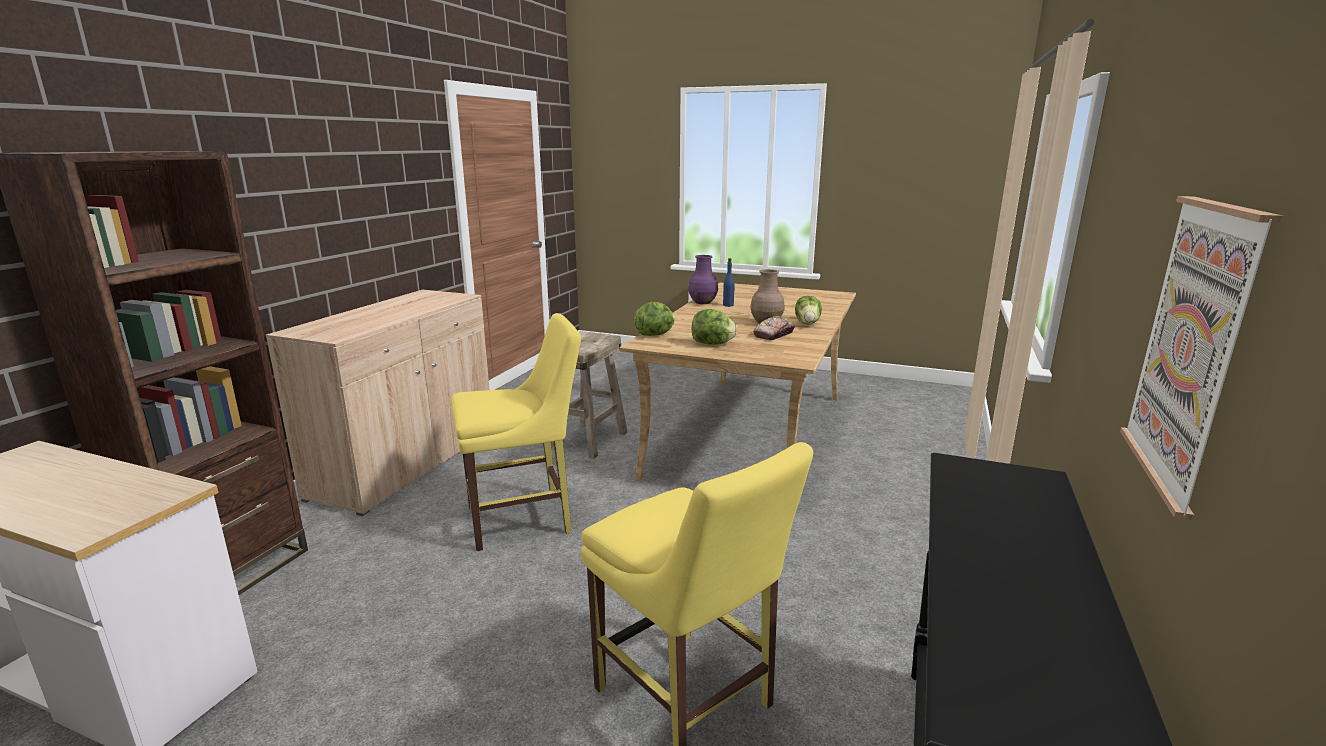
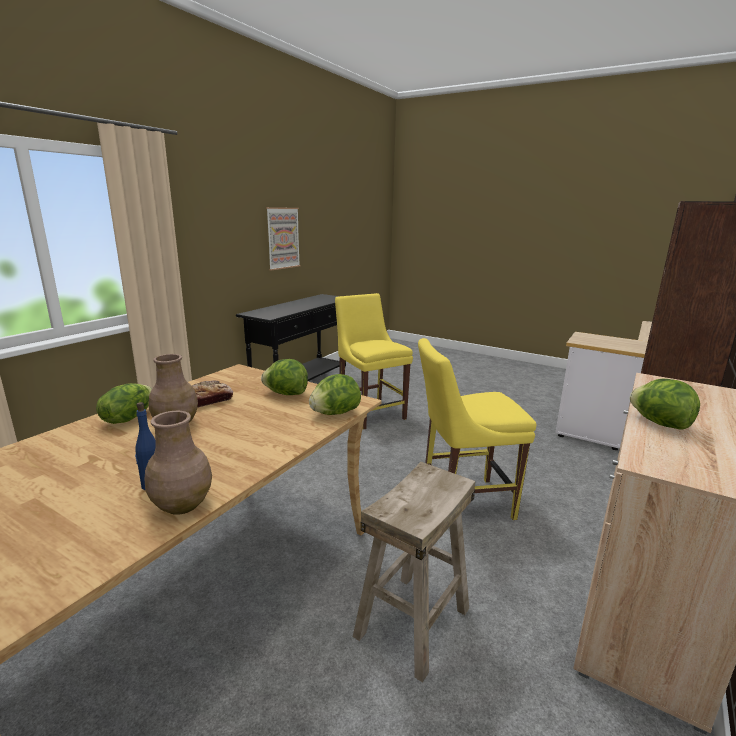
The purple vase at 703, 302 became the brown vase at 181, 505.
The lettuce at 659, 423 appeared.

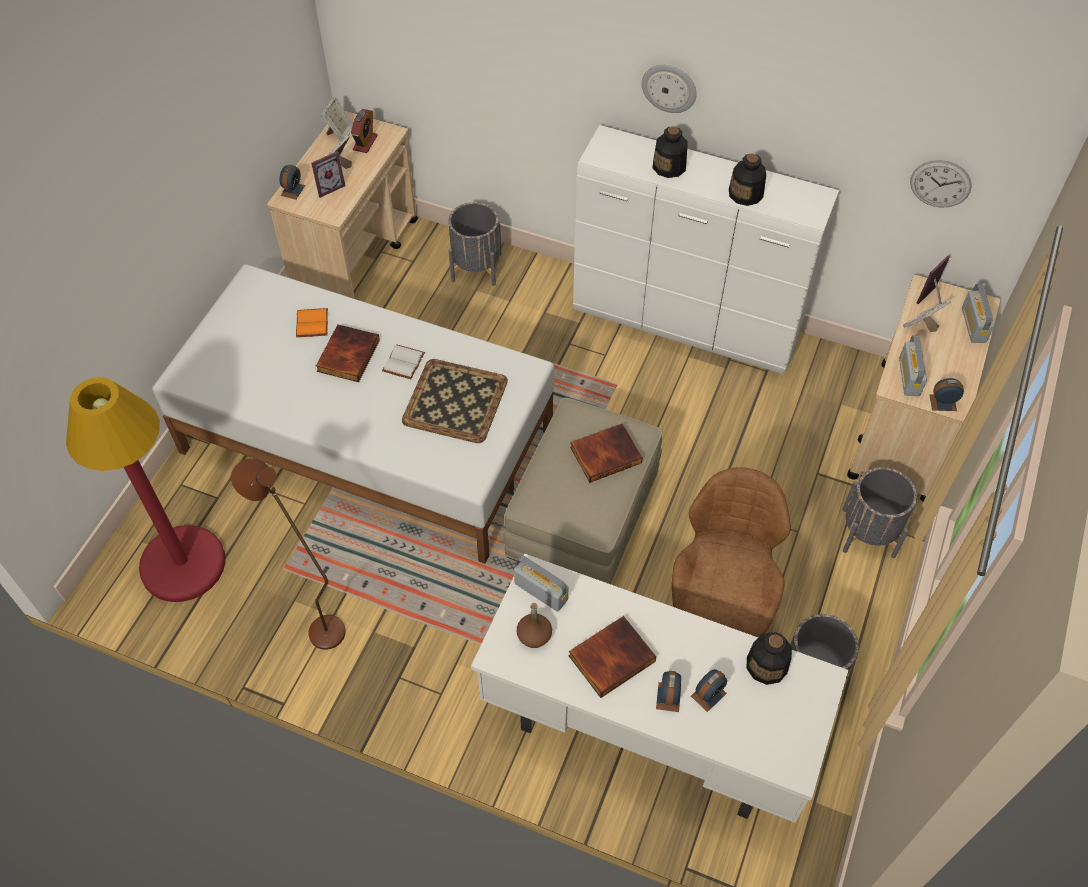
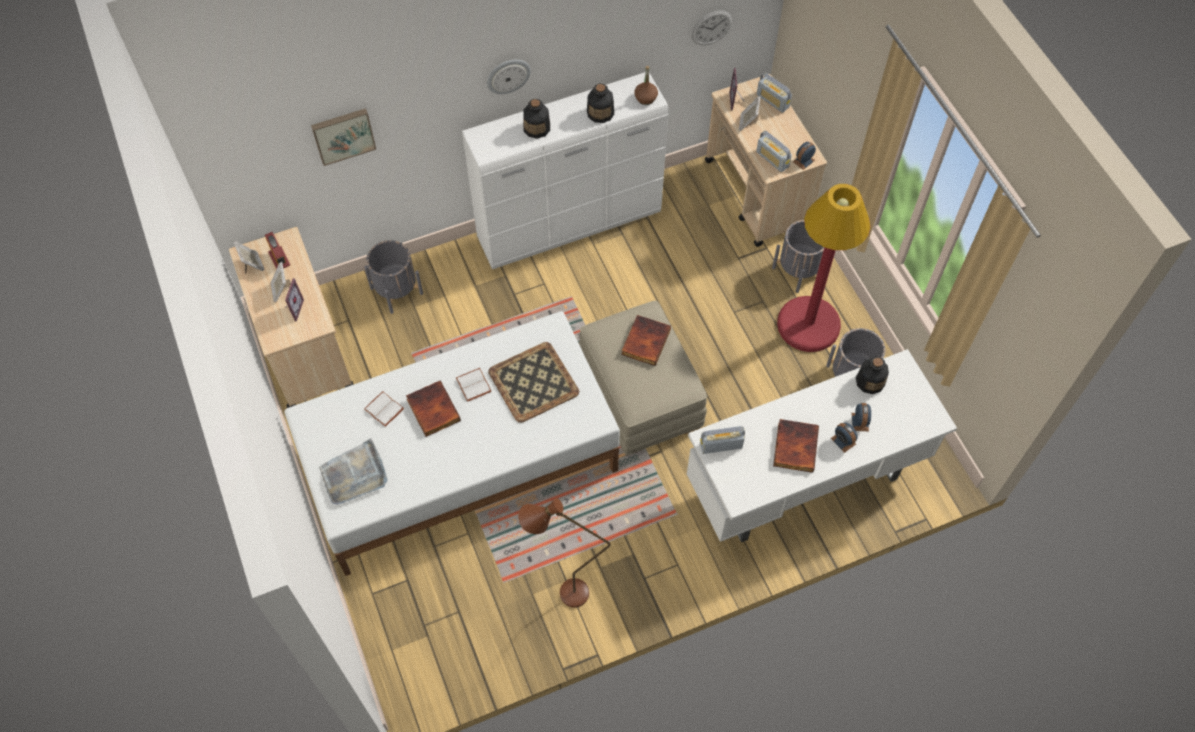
The red floor lamp moved from 183, 564 to 808, 324.
The alarm clock at 293, 190 disappeared.
The orange book at 313, 324 became the white book at 385, 409.
The brown bottle moved from 534, 636 to 646, 98.
The brown chair at 716, 618 disappeared.
The picture at 343, 135 appeared.
The grey tray at 354, 475 appeared.

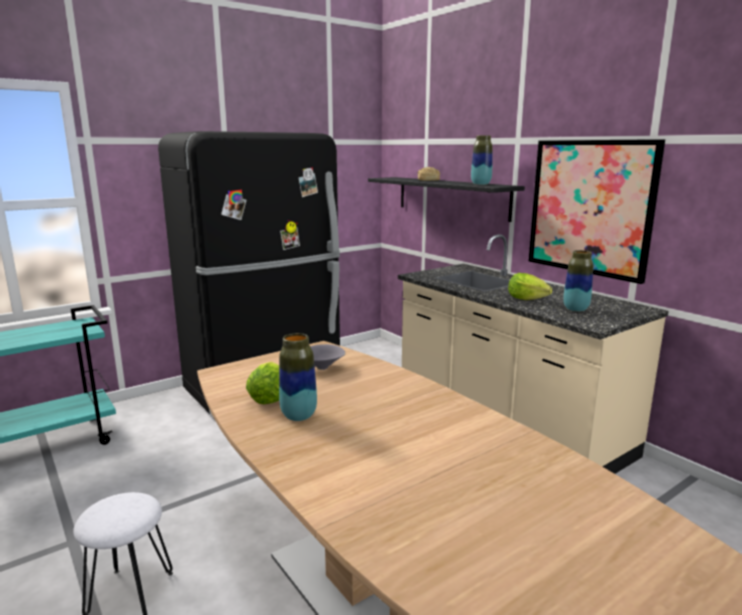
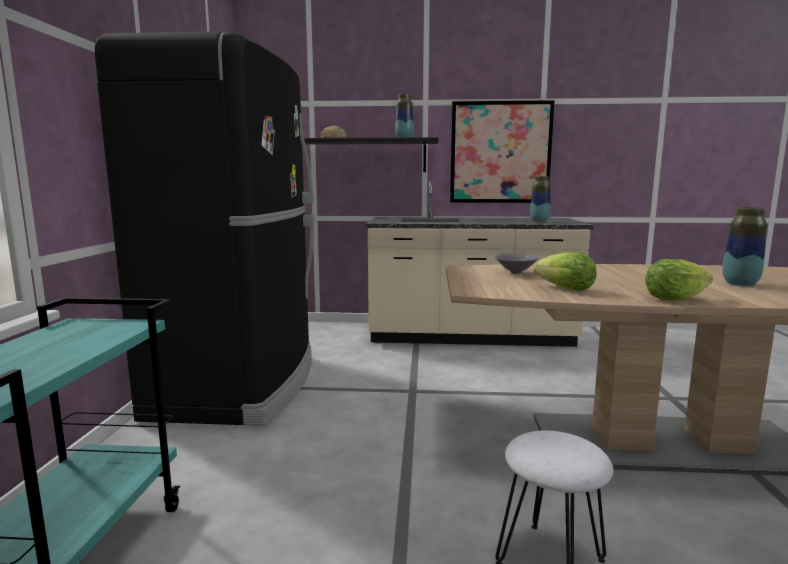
The vase moved from 298, 416 to 740, 284.
The lettuce moved from 526, 299 to 674, 299.

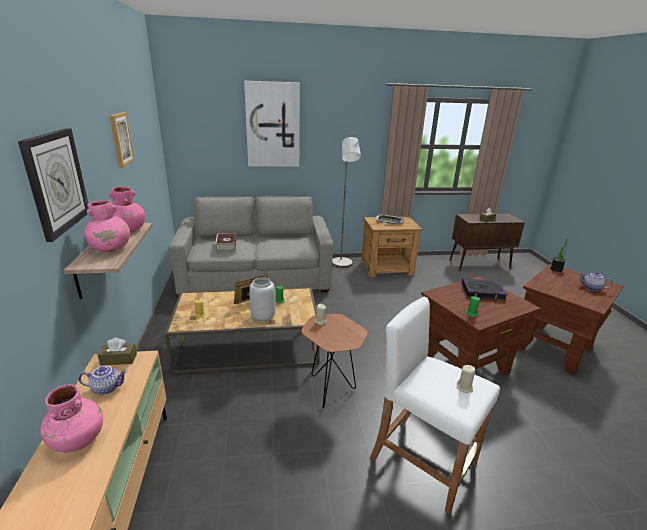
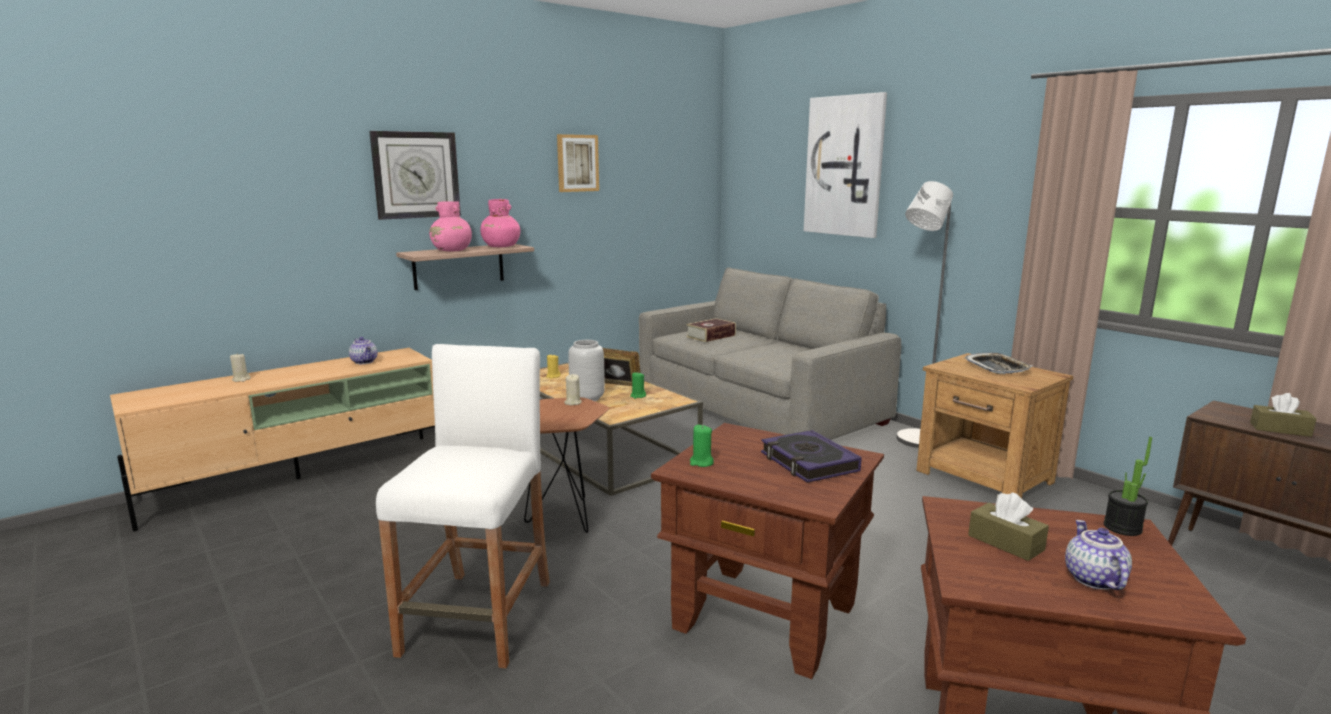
The pink vase at 78, 439 disappeared.
The brown tissue box moved from 119, 359 to 1005, 542.
The beige candle moved from 464, 387 to 241, 379.

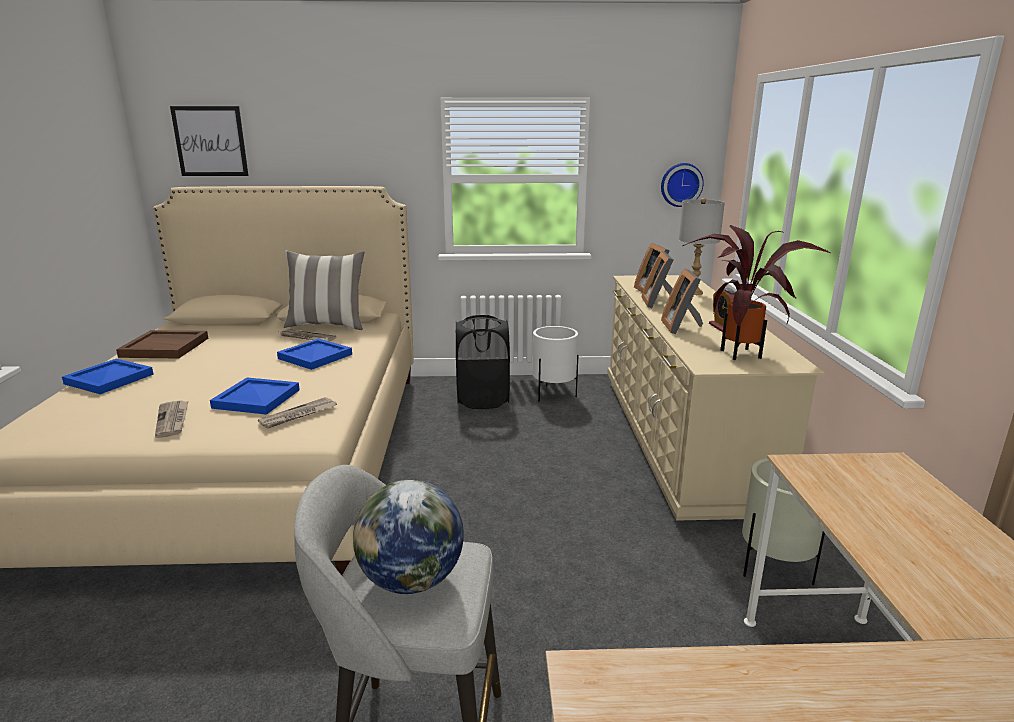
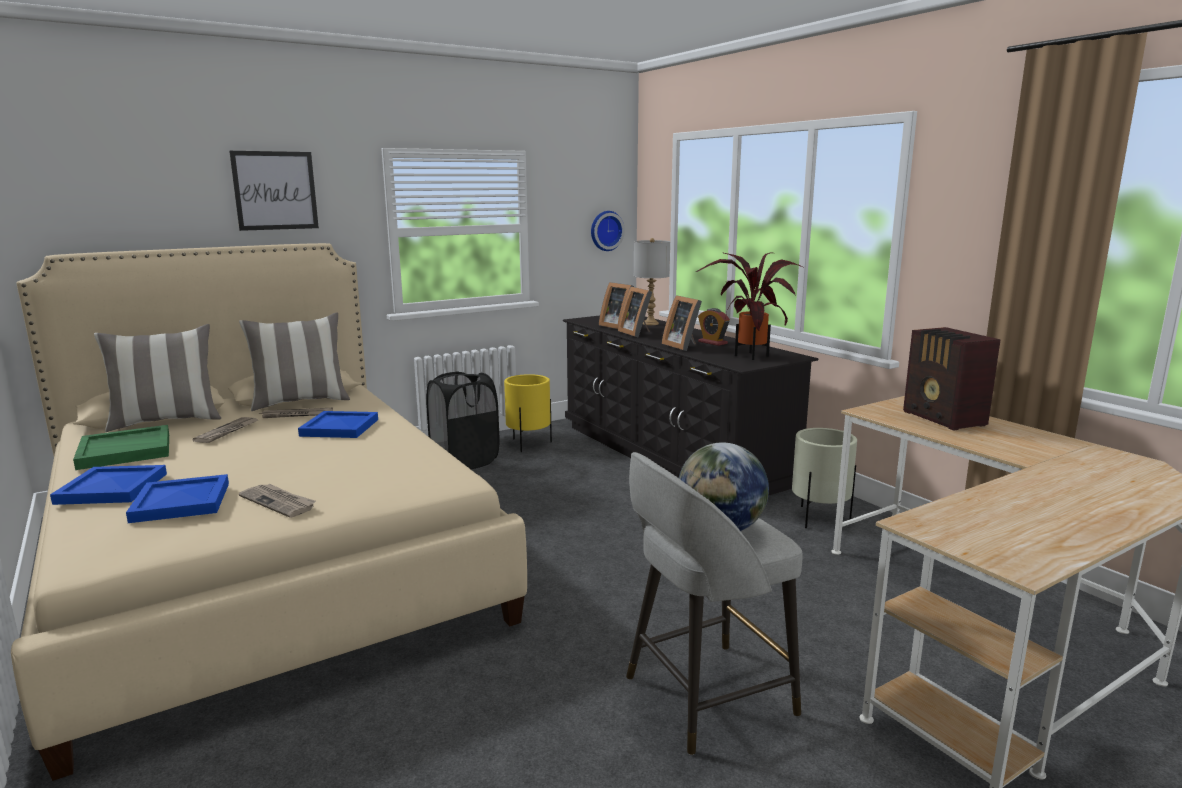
The brown tray at 166, 347 became the green tray at 126, 450.
The picture moved from 210, 141 to 275, 190.
The blue tray moved from 257, 399 to 182, 502.
The newspaper moved from 298, 415 to 227, 432.
The white planter at 554, 394 became the yellow planter at 529, 444.
The beige dresser at 679, 438 became the black dresser at 670, 454.
The pillow at 166, 421 appeared.
The radio at 944, 419 appeared.

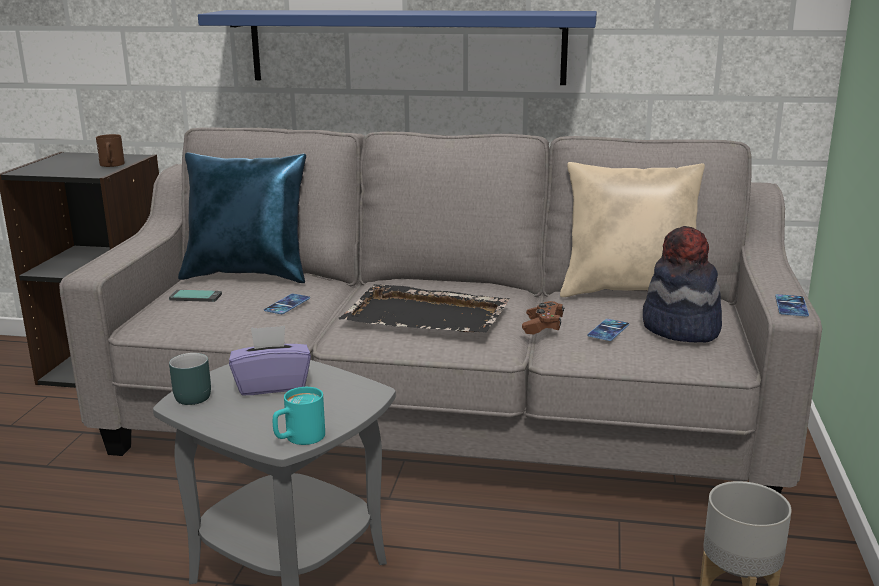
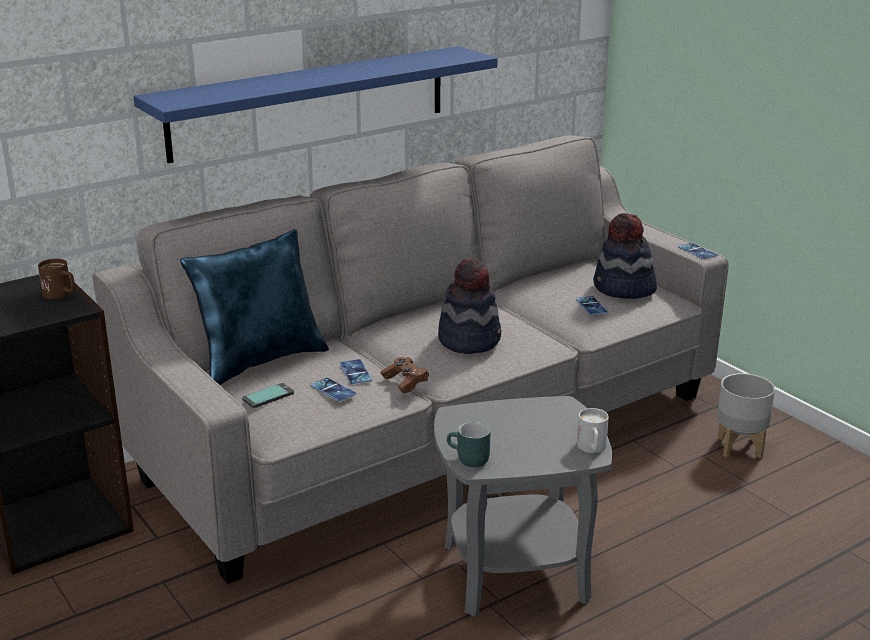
The purple tissue box at 272, 385 disappeared.
The turquoise mug at 298, 438 became the white mug at 592, 449.
The black tray at 427, 316 was replaced by the hat at 469, 340.
The brown game controller moved from 543, 326 to 405, 382.
The beige pillow at 629, 292 disappeared.
The phone at 333, 390 appeared.

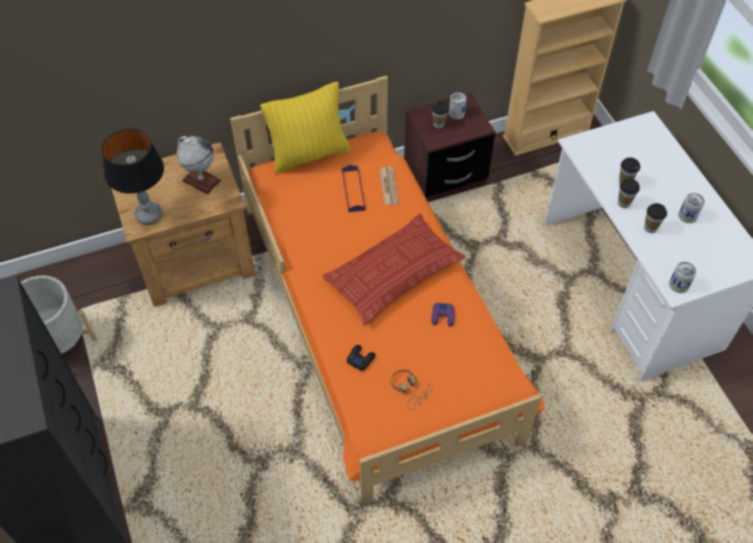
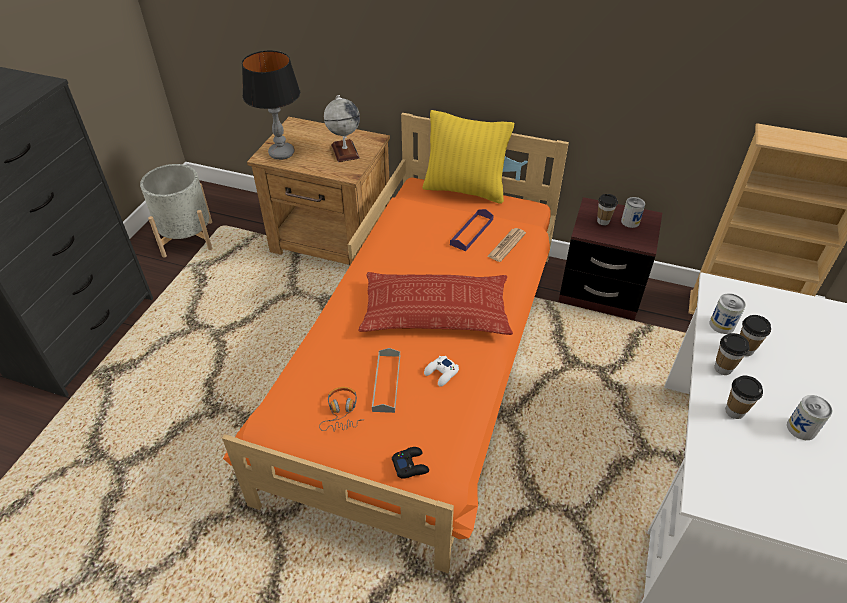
The black game controller moved from 360, 359 to 410, 465.
The purple game controller at 443, 316 became the white game controller at 441, 373.
The can moved from 679, 285 to 722, 324.
The grey tray at 386, 383 appeared.

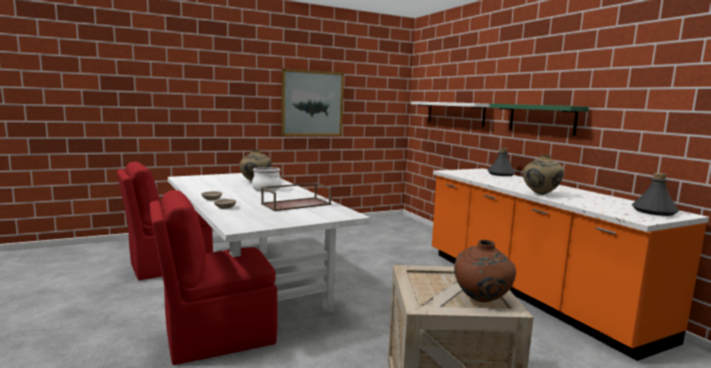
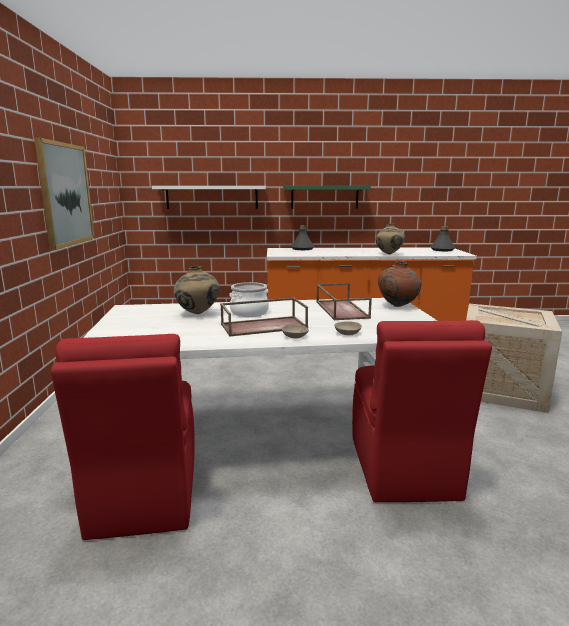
The brown vase moved from 481, 301 to 398, 306.
The brown tray at 264, 326 appeared.

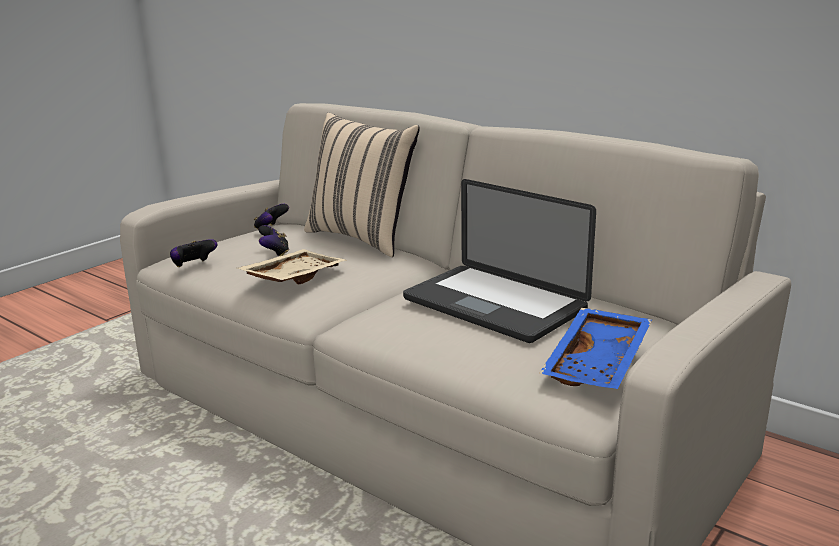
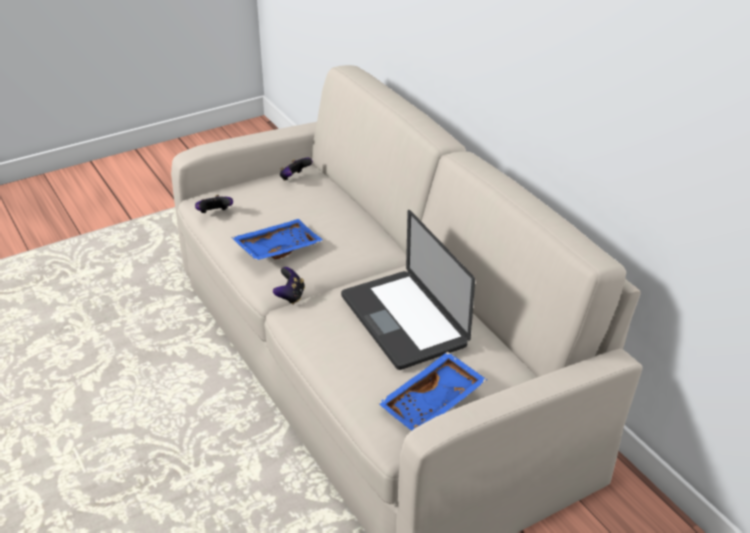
The beige tray at 293, 277 became the blue tray at 277, 248.
The game controller moved from 275, 253 to 290, 296.
The beige pillow at 363, 238 disappeared.

